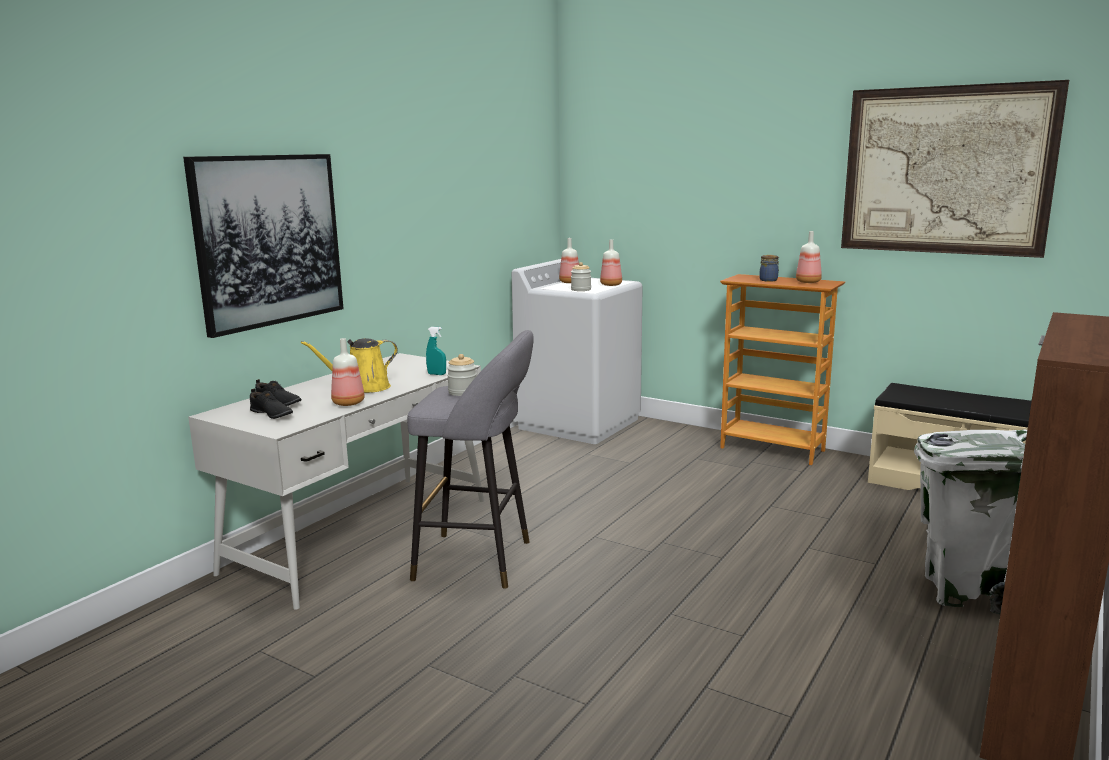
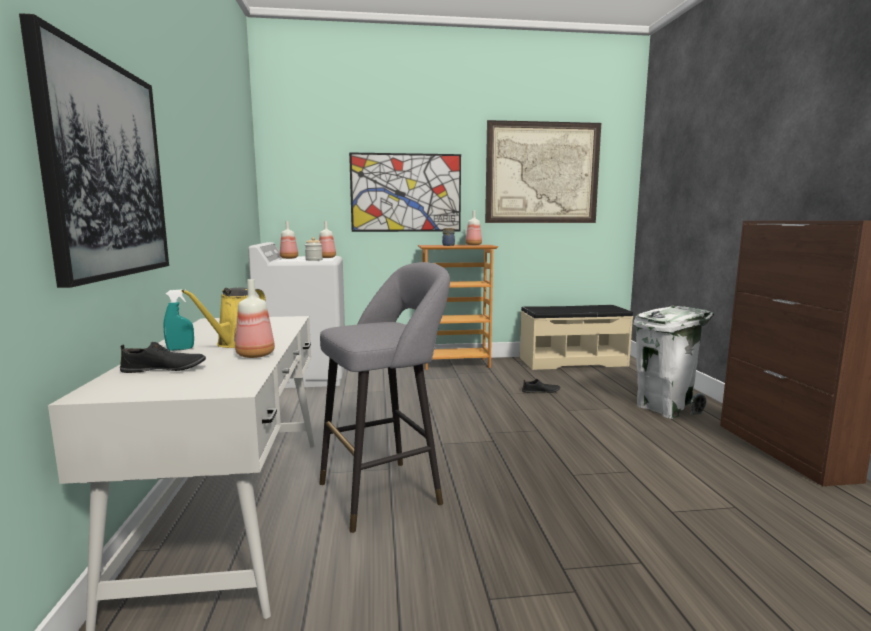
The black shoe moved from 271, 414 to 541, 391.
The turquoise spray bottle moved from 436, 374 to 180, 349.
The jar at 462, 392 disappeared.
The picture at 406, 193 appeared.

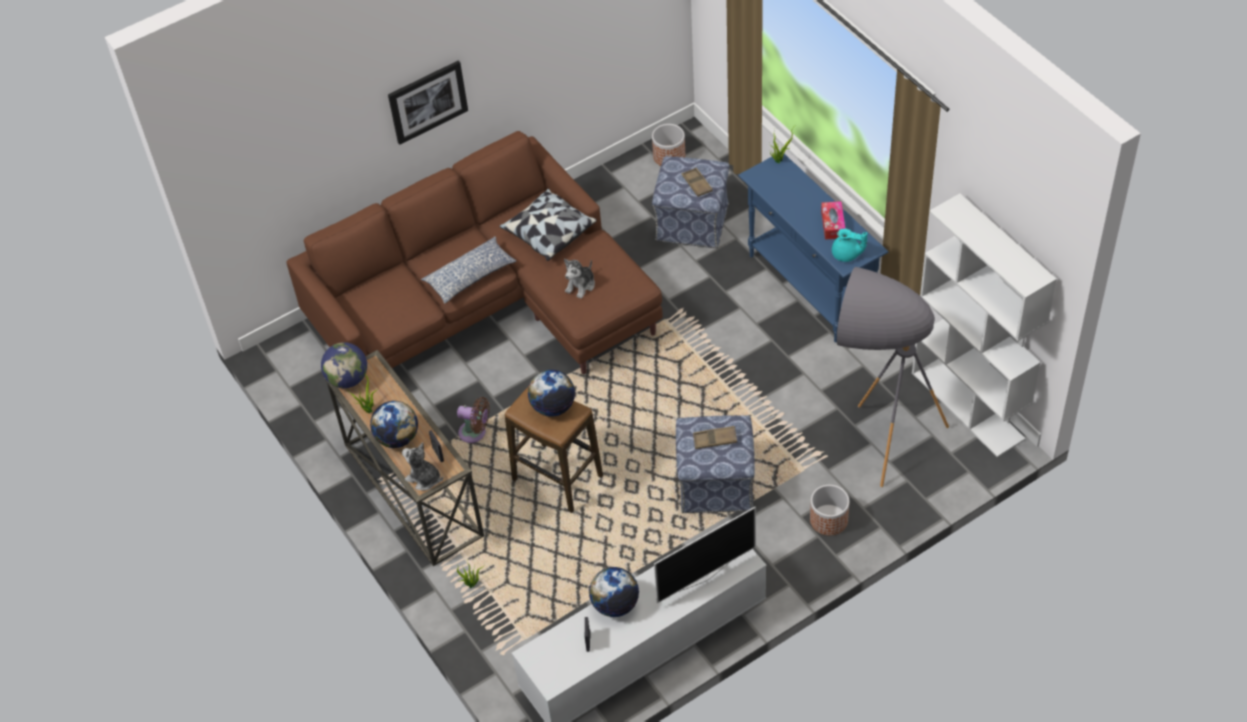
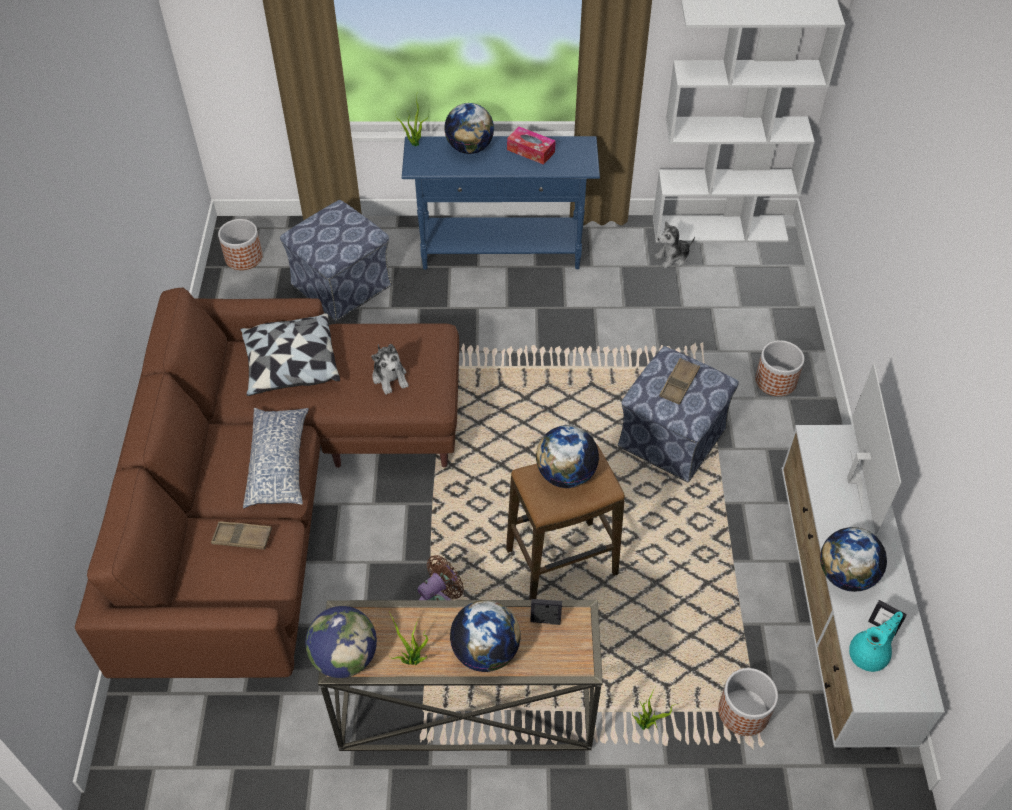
The picture at 427, 101 disappeared.
The plush toy moved from 424, 478 to 673, 257.
The brown tray moved from 697, 184 to 242, 538.
The turquoise teapot moved from 847, 255 to 870, 654.
The grey floor lamp at 877, 433 disappeared.
The globe at 469, 148 appeared.
The planter at 743, 711 appeared.

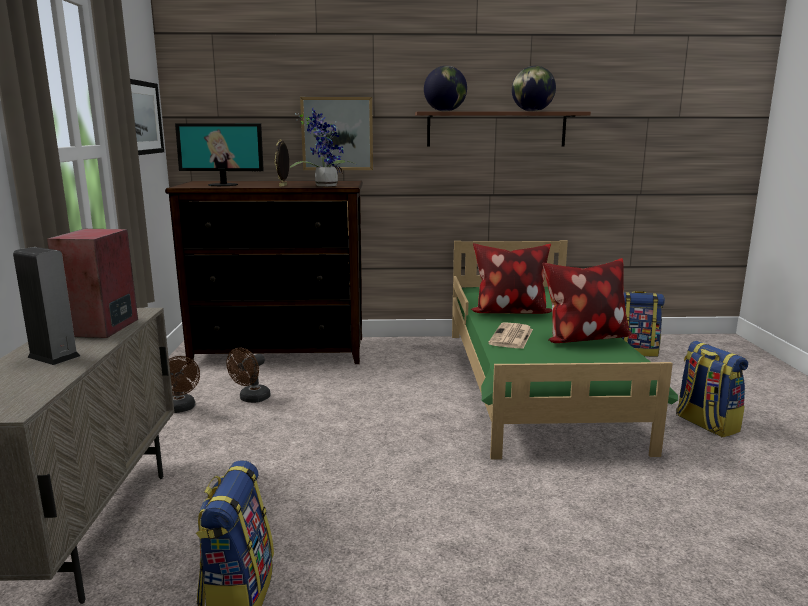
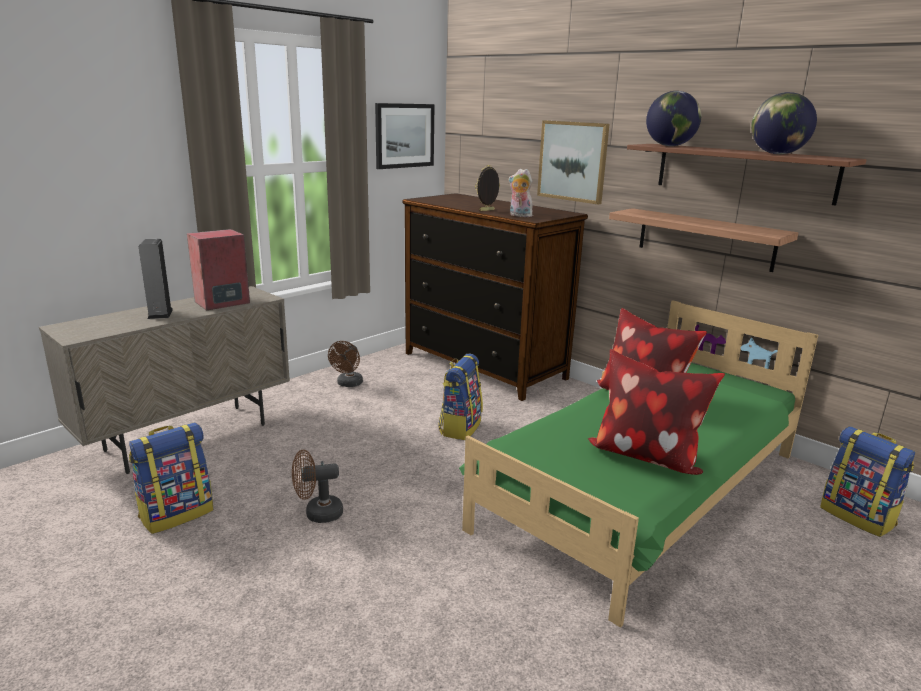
The monitor at 223, 185 disappeared.
The brown fan moved from 251, 399 to 317, 514.
The potted plant at 325, 185 was replaced by the plush toy at 519, 215.
The newspaper at 511, 337 disappeared.
The backpack moved from 705, 424 to 460, 427.
The shelf at 705, 239 appeared.

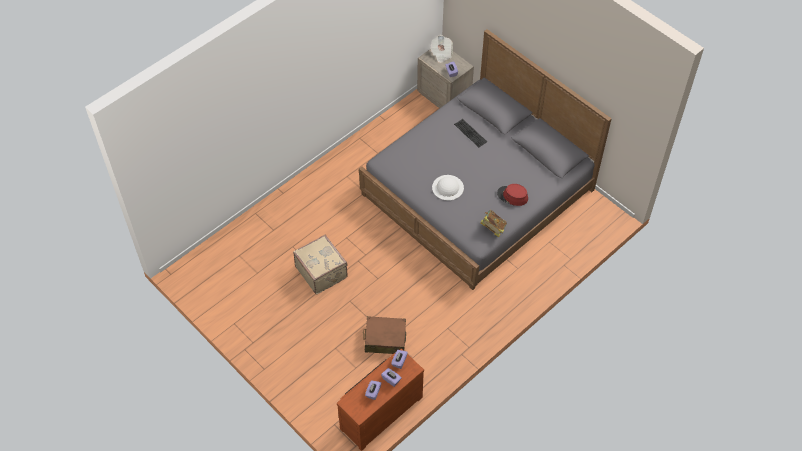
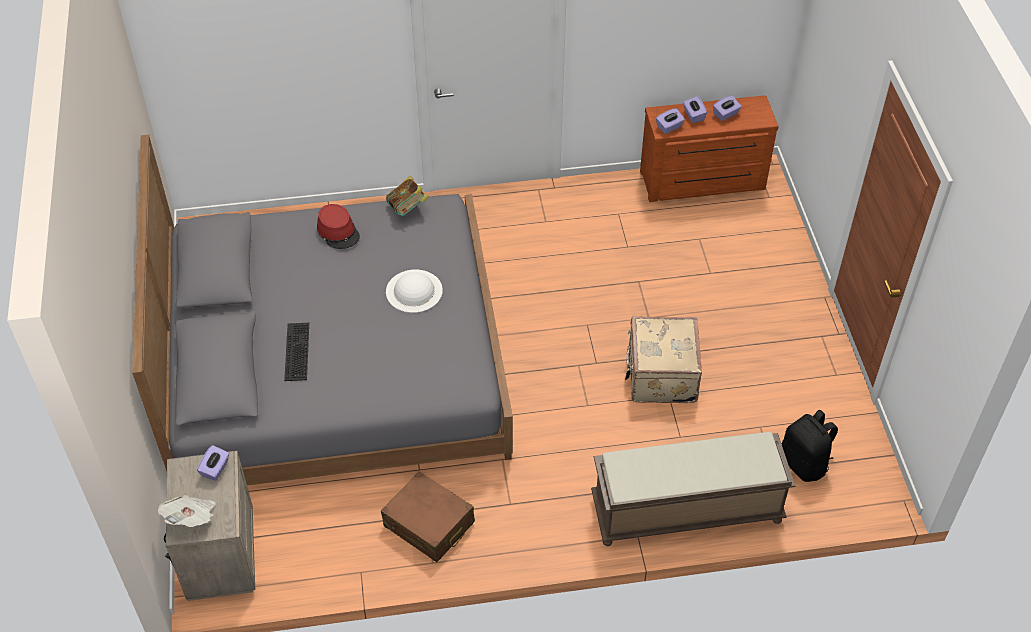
The brown suitcase moved from 385, 339 to 429, 524.
The brown bench at 685, 511 appeared.
The black backpack at 804, 464 appeared.

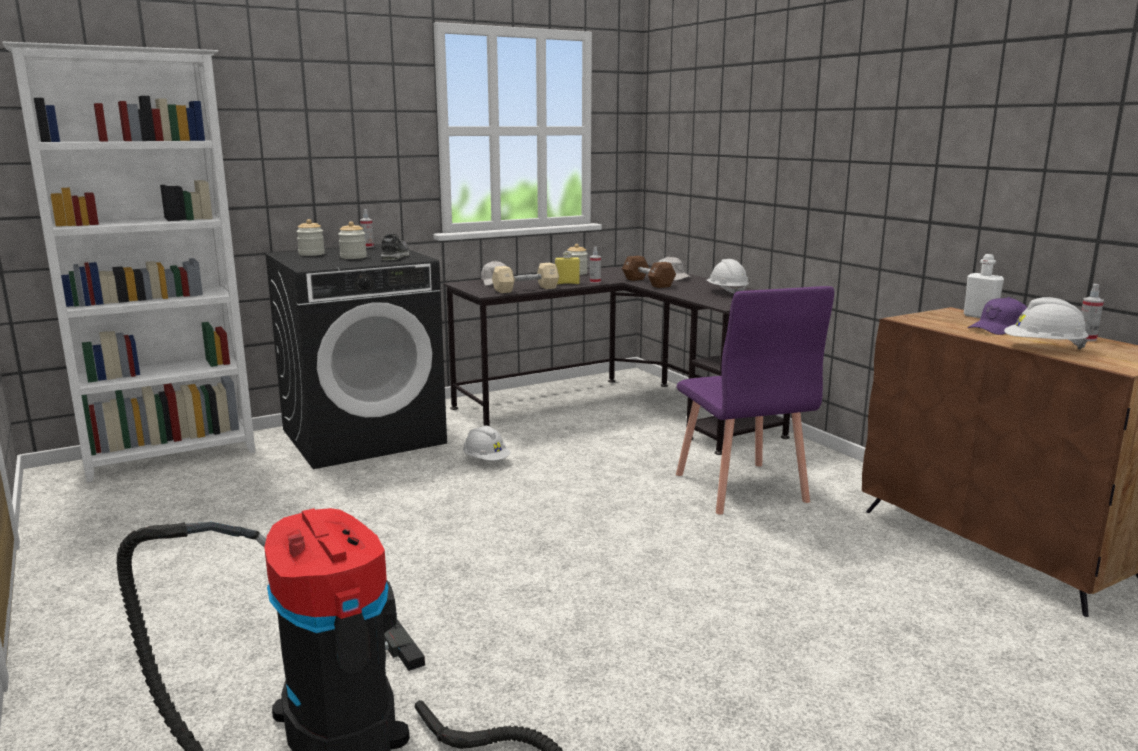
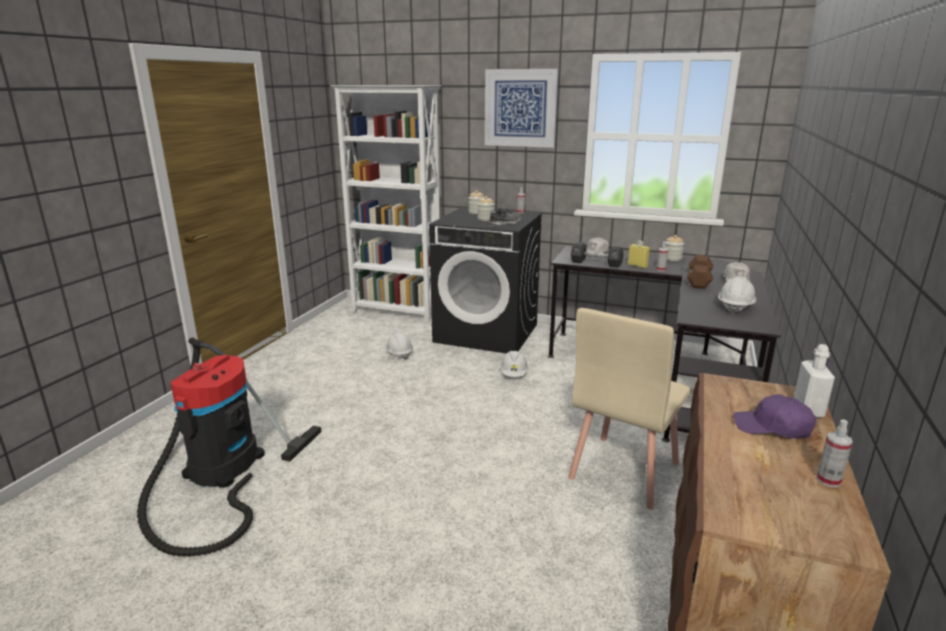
The beige dumbbell at 526, 289 became the black dumbbell at 596, 263.
The purple chair at 740, 488 became the beige chair at 623, 471.
The white hard hat moved from 1043, 348 to 399, 354.
The picture at 520, 108 appeared.

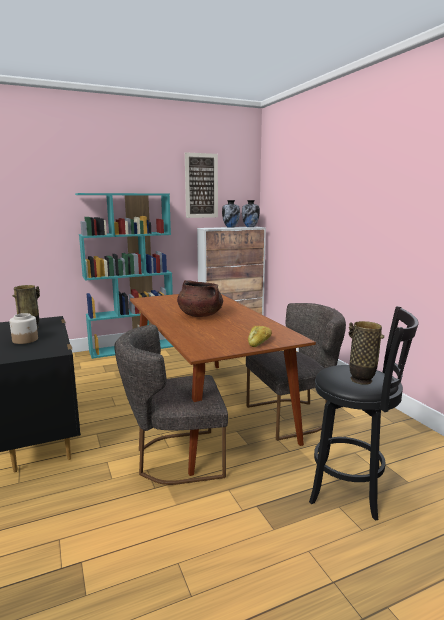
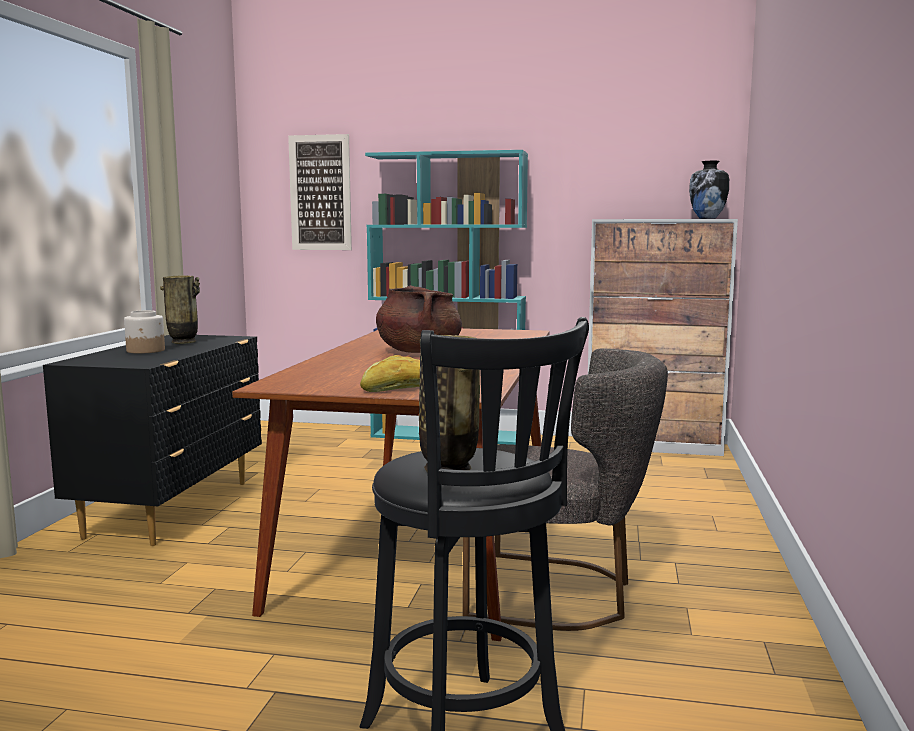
The grey chair at 174, 458 disappeared.
The picture moved from 201, 186 to 320, 193.
The vase at 231, 227 disappeared.

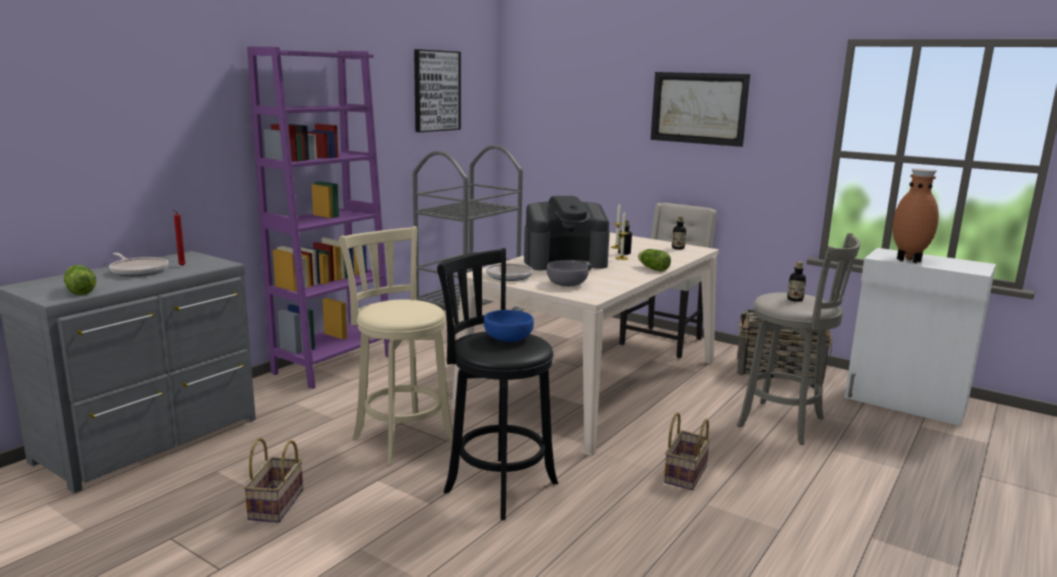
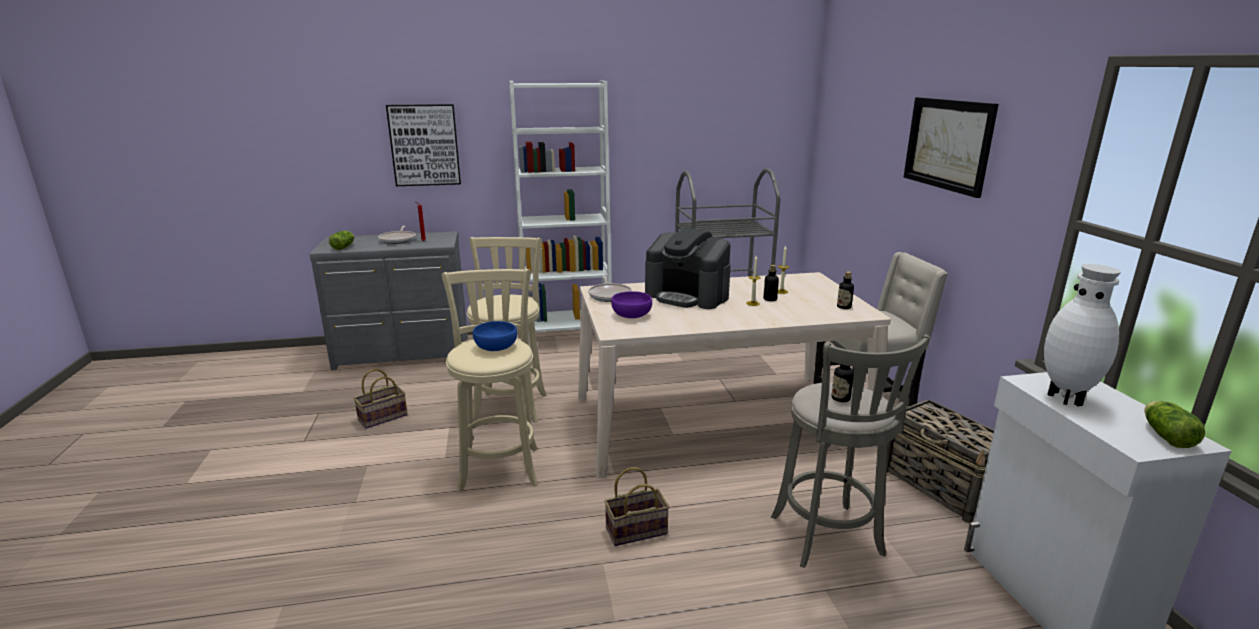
The purple bookcase at 333, 365 became the white bookcase at 567, 337.
The picture moved from 436, 91 to 424, 145.
The black stool at 496, 485 became the beige stool at 499, 466.
The grey bowl at 566, 284 became the purple bowl at 631, 315.
The lettuce moved from 652, 268 to 1165, 435.
The brown vase at 909, 260 became the white vase at 1067, 398.

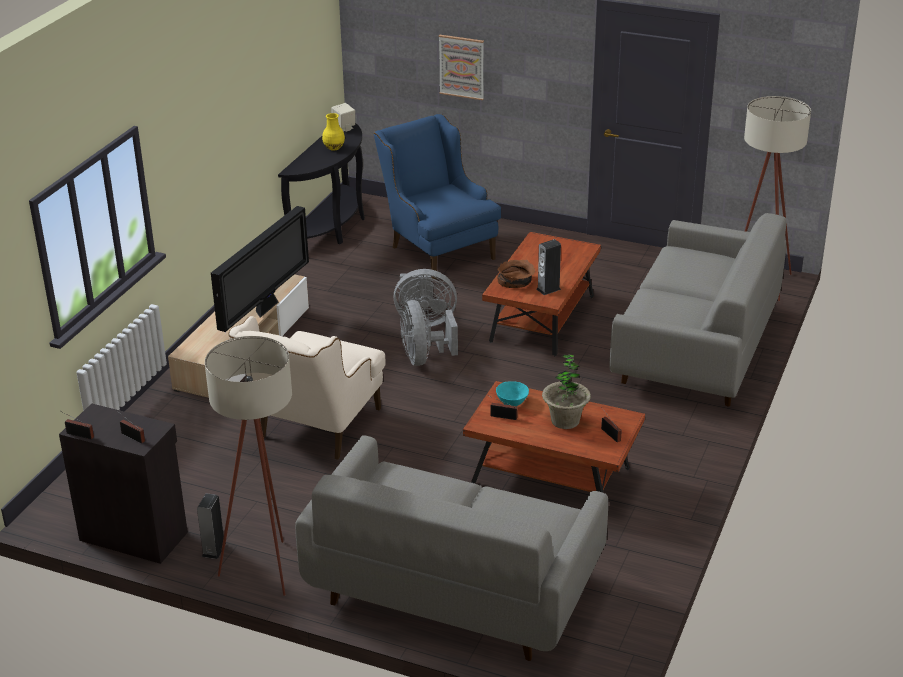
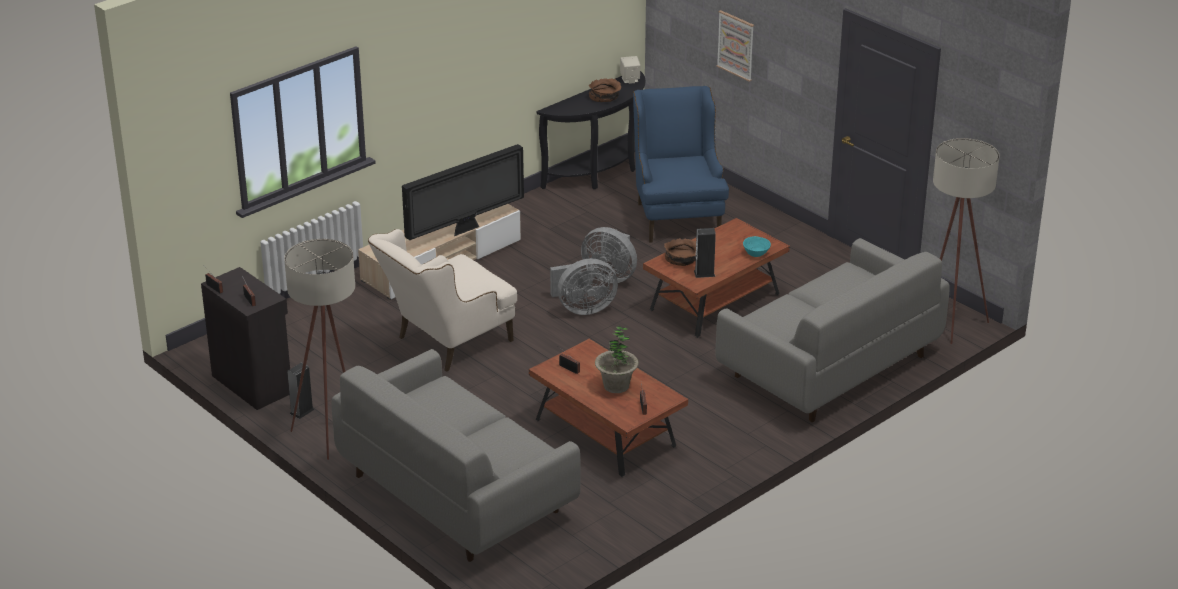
The yellow vase at 334, 148 was replaced by the brown bowl at 605, 97.
The grey fan at 423, 358 turned 120 degrees counterclockwise.
The turquoise bowl moved from 512, 402 to 756, 253.

